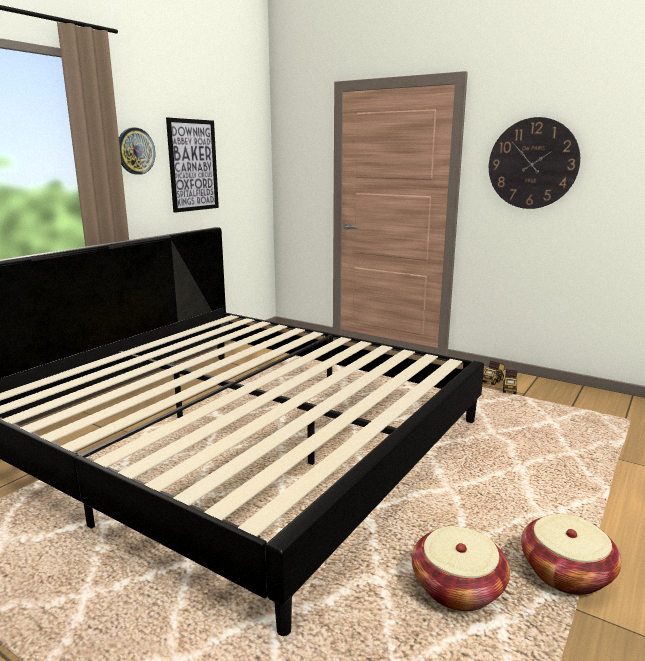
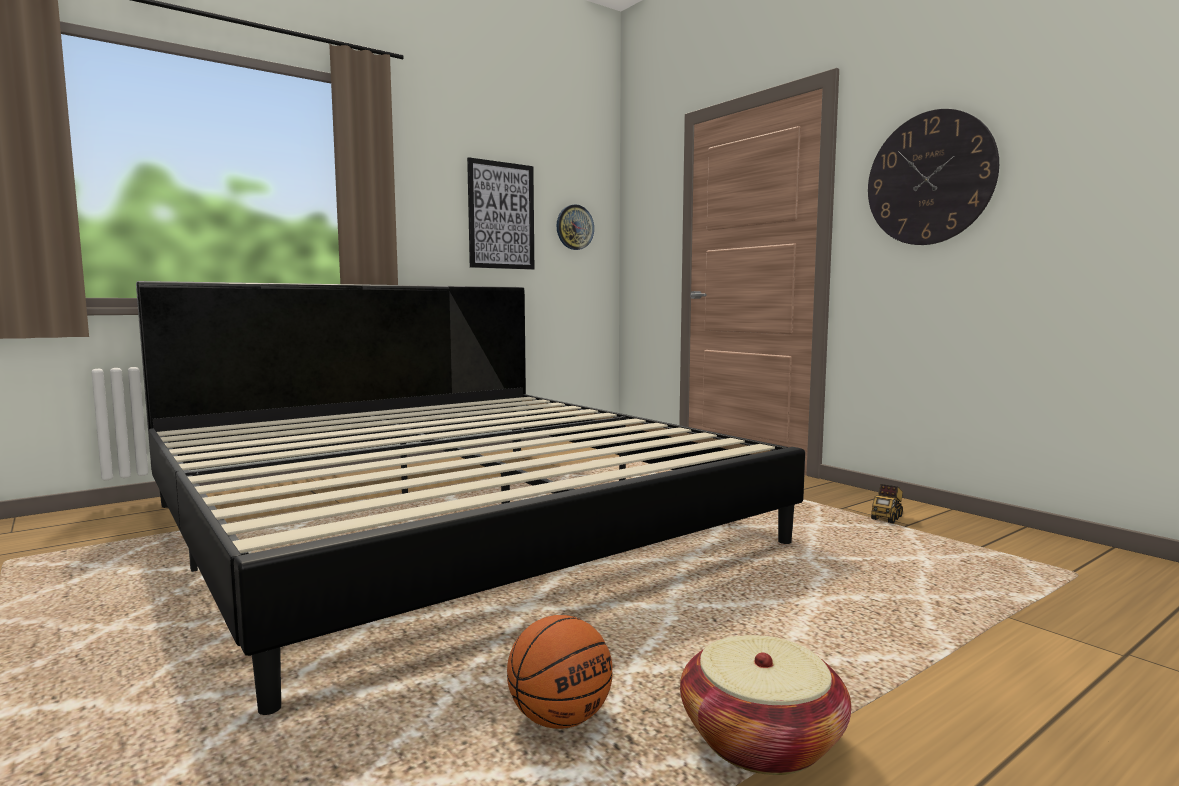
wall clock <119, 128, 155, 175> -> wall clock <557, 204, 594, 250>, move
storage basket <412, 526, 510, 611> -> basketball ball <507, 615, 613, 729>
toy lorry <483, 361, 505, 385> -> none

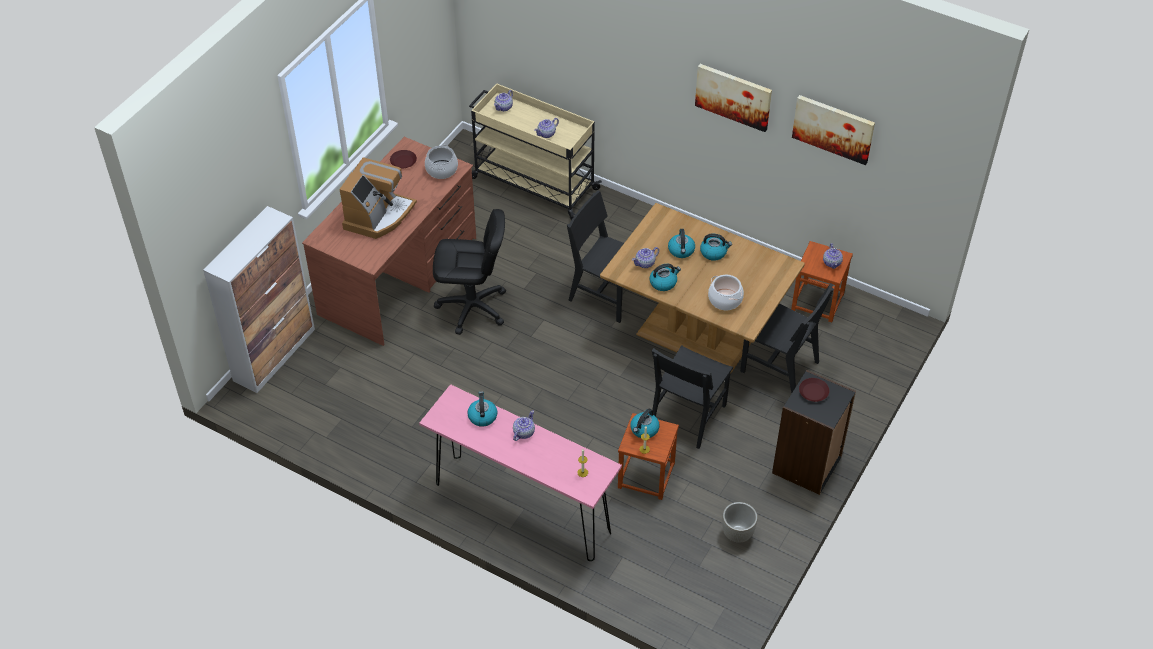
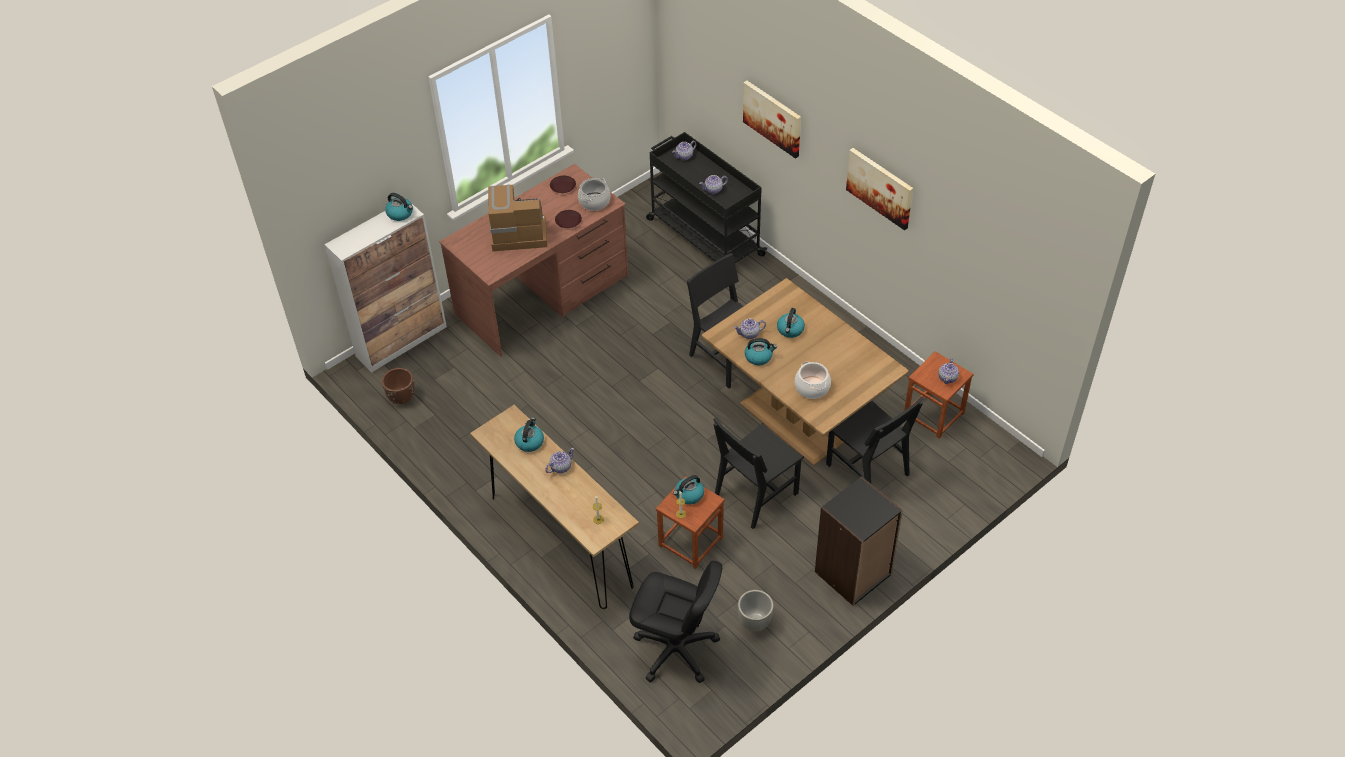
coffee maker <339, 157, 417, 239> -> coffee maker <488, 184, 547, 251>, 135 degrees counterclockwise
pink narrow table <419, 384, 622, 561> -> brown narrow table <470, 405, 639, 609>
black office chair <433, 209, 506, 335> -> black office chair <629, 561, 722, 683>, move
beige-coloured wheeled cart <469, 83, 602, 220> -> black wheeled cart <646, 132, 767, 263>
kettle <700, 234, 732, 261> -> kettle <385, 193, 413, 221>, move
picture <792, 95, 875, 165> -> picture <743, 81, 801, 159>, move
brown dinner plate <799, 378, 829, 402> -> brown dinner plate <555, 210, 582, 228>, move
none -> brown plant pot <382, 368, 415, 404>

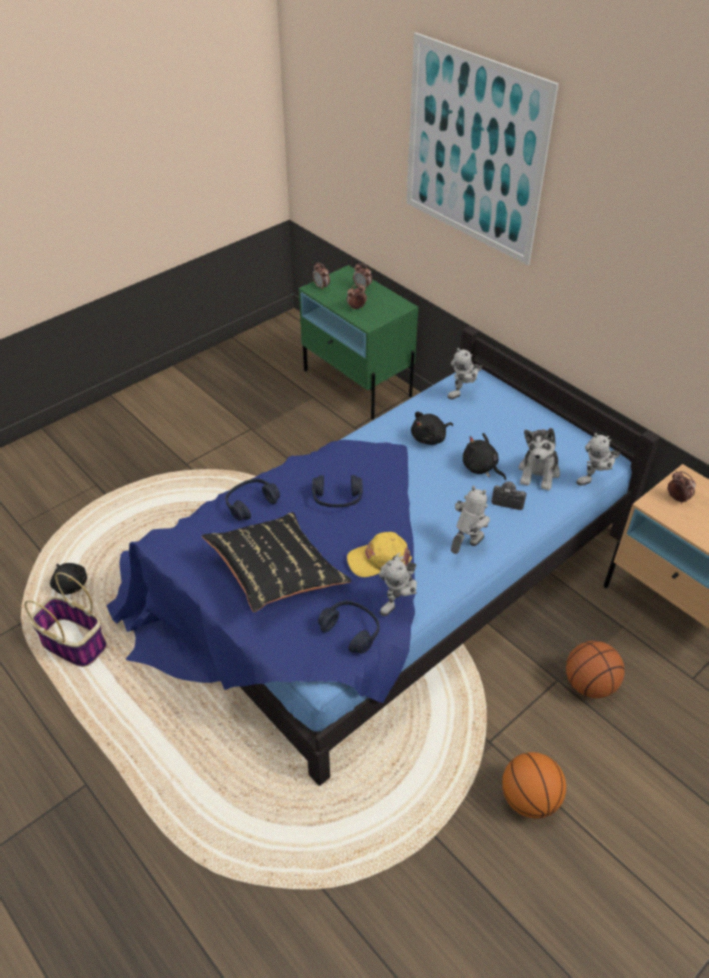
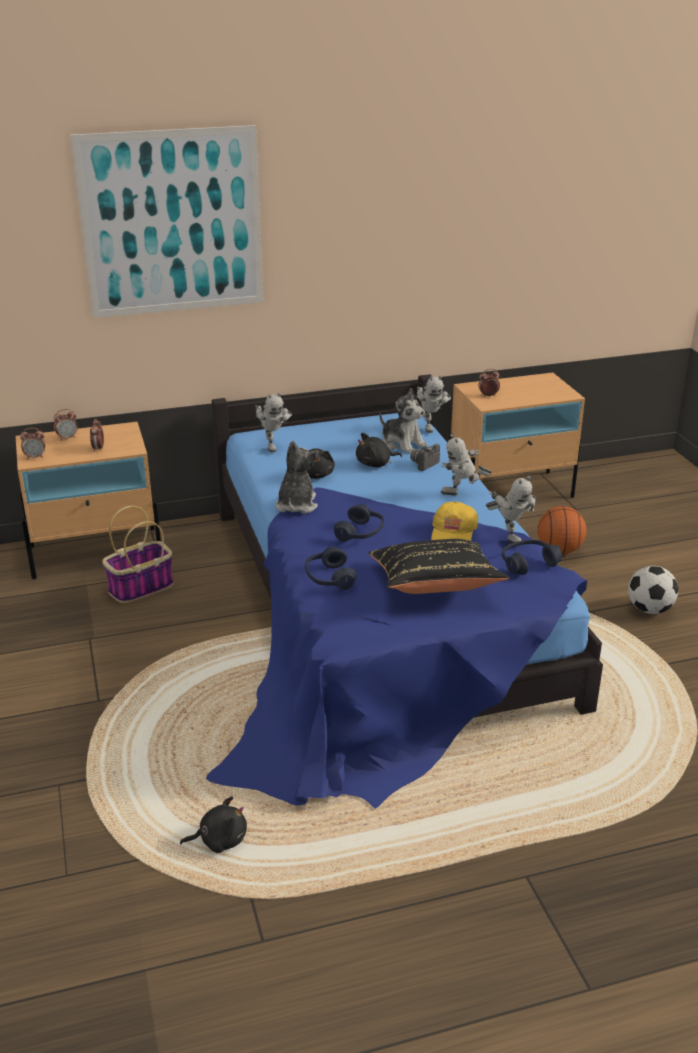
storage basket <24, 572, 107, 667> -> storage basket <102, 506, 174, 603>, move
green-coloured night table <299, 265, 418, 419> -> beige-coloured night table <16, 422, 161, 579>
toy robot <451, 486, 490, 554> -> toy robot <441, 434, 492, 495>, 75 degrees counterclockwise
basketball ball <502, 752, 566, 819> -> ball for football <628, 566, 678, 614>
none -> cuddly toy <275, 441, 319, 514>

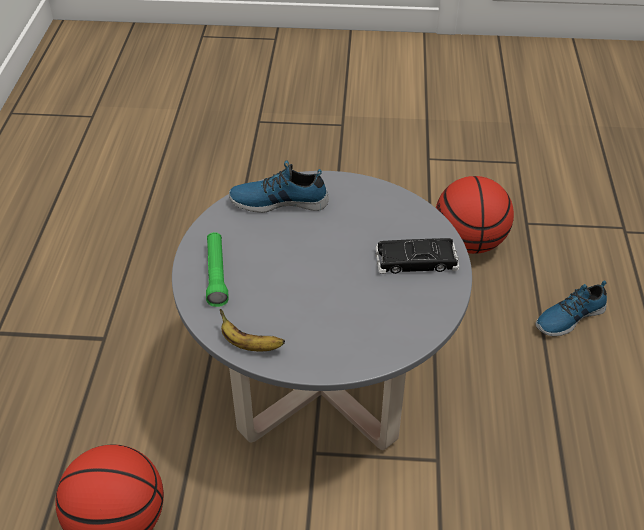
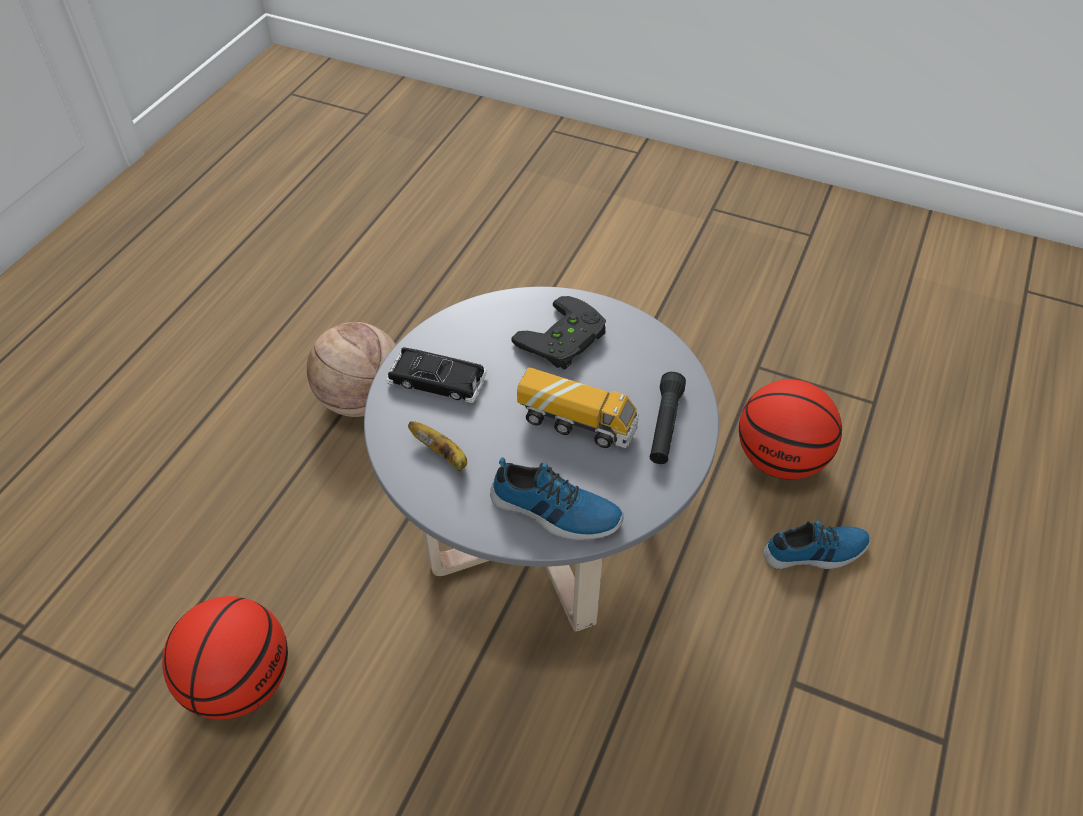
green-coloured flashlight <206, 232, 229, 307> -> black flashlight <650, 372, 686, 464>
banana fruit <220, 309, 285, 352> -> banana fruit <408, 421, 467, 471>, move
low shoe <536, 280, 607, 336> -> low shoe <763, 520, 870, 569>, move
none -> basketball ball <307, 322, 396, 417>
none -> black gamepad <511, 296, 606, 370>
none -> toy lorry <517, 368, 639, 448>

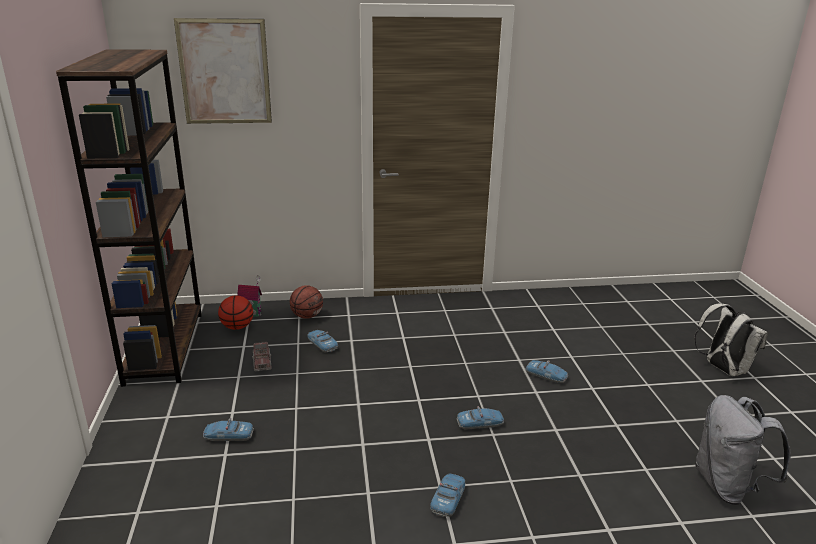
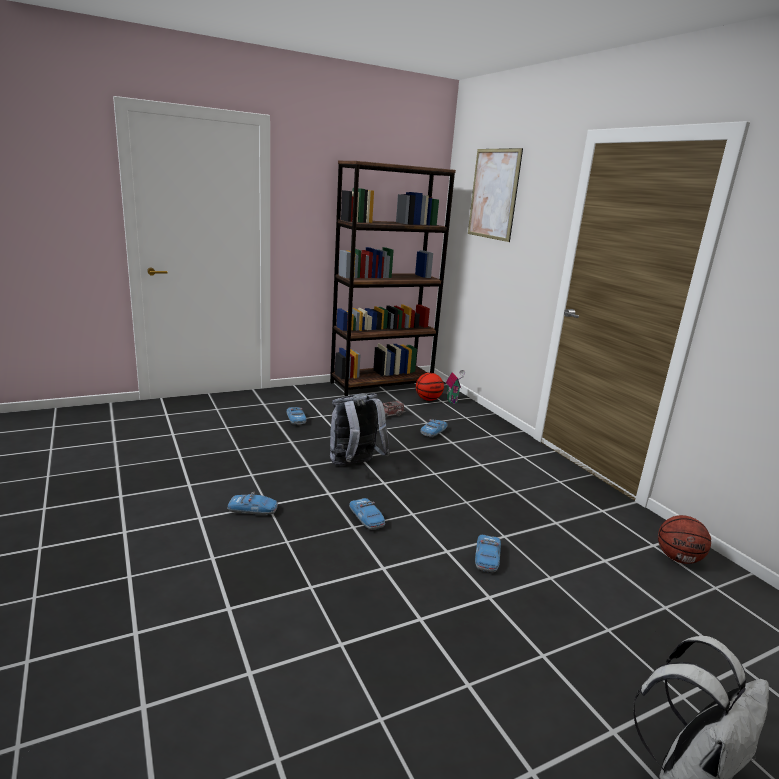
basketball ball <290, 285, 323, 319> -> basketball ball <658, 515, 711, 564>, move
gray knapsack <695, 395, 791, 505> -> gray knapsack <330, 393, 390, 465>, move

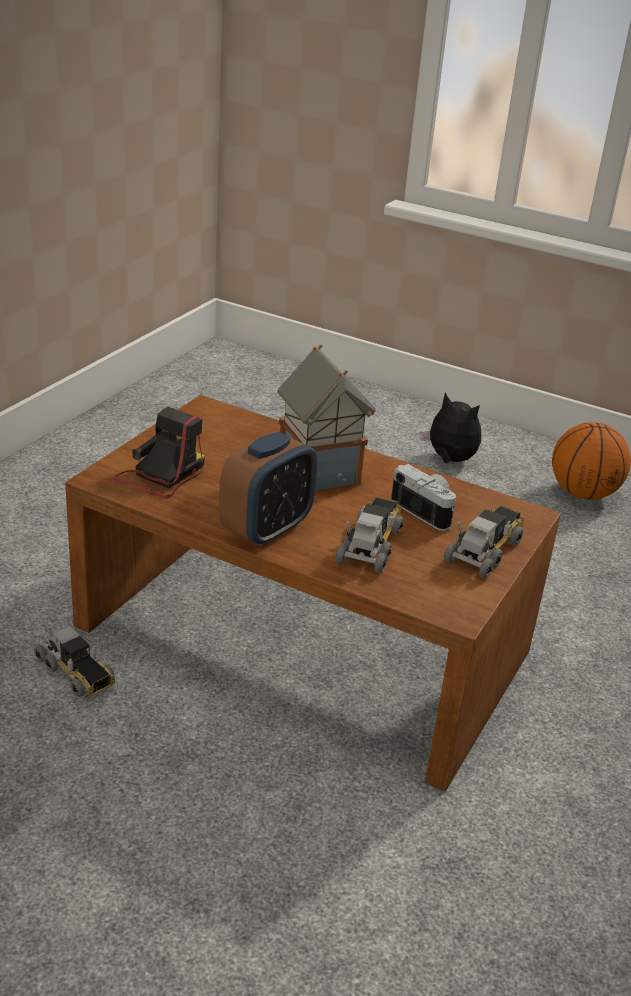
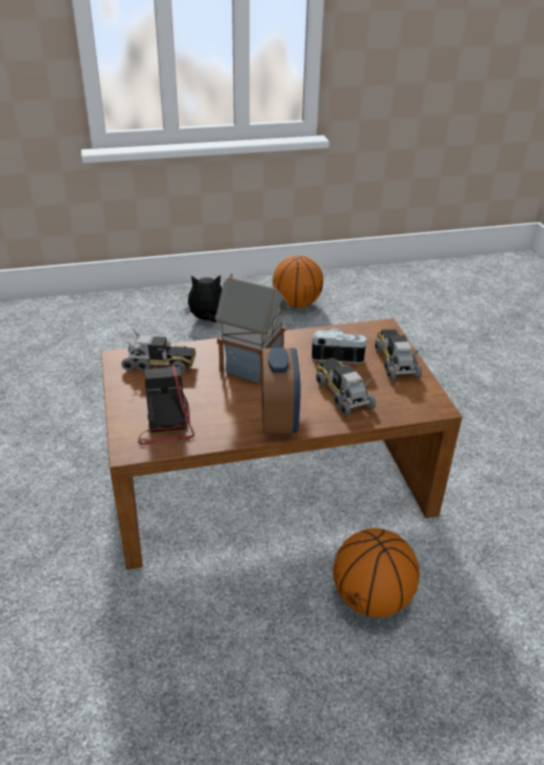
toy lorry <34, 614, 115, 697> -> toy lorry <121, 329, 196, 373>, move
none -> basketball ball <333, 528, 420, 617>

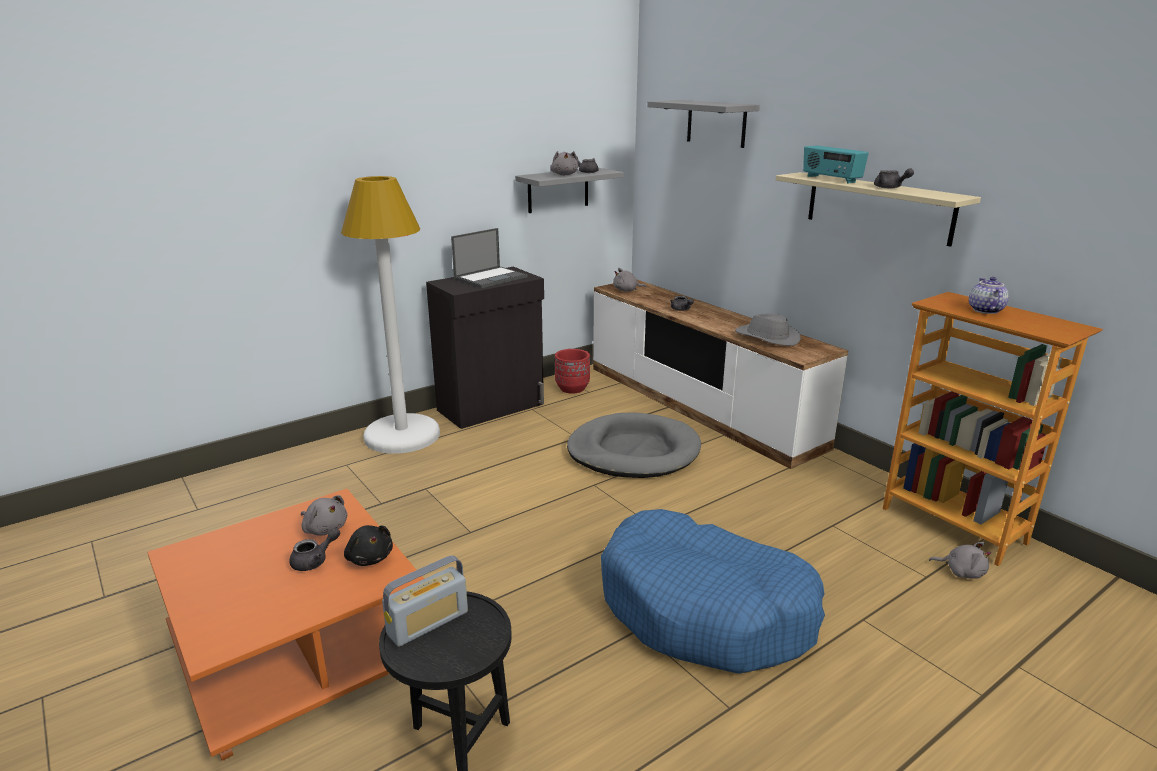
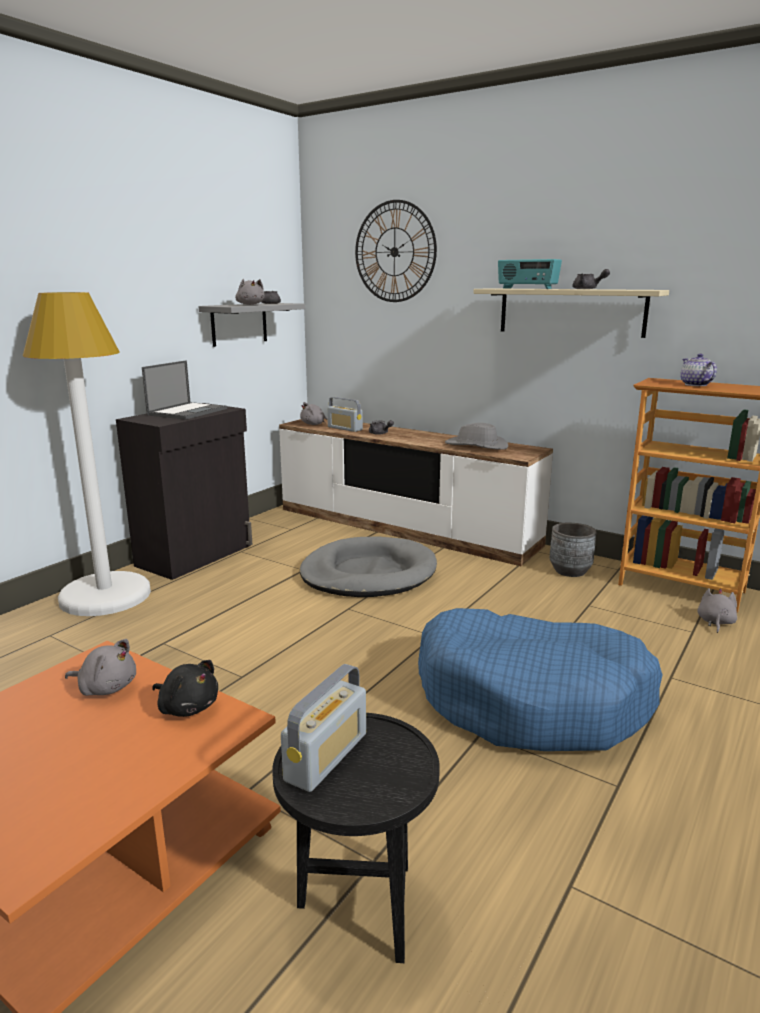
gray pot for tea <289, 528, 340, 571> -> none
red-coloured plant pot <555, 349, 590, 394> -> none
gray wall shelf <647, 100, 760, 148> -> wall clock <355, 200, 437, 302>
gray cuddly toy <929, 542, 991, 579> -> gray cuddly toy <697, 588, 737, 633>, 75 degrees counterclockwise
none -> radio set <327, 397, 363, 432>
none -> gray plant pot <550, 523, 596, 577>

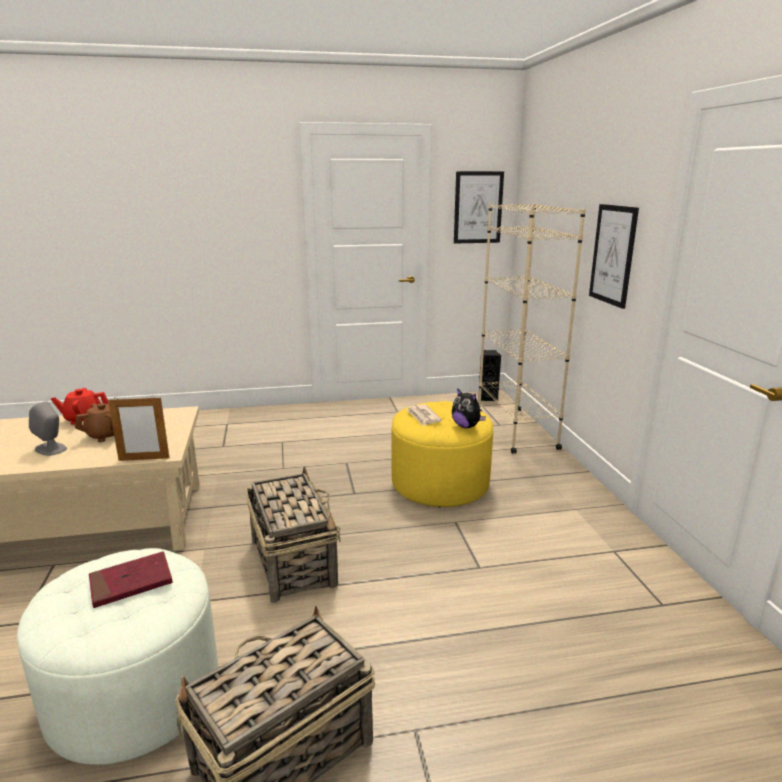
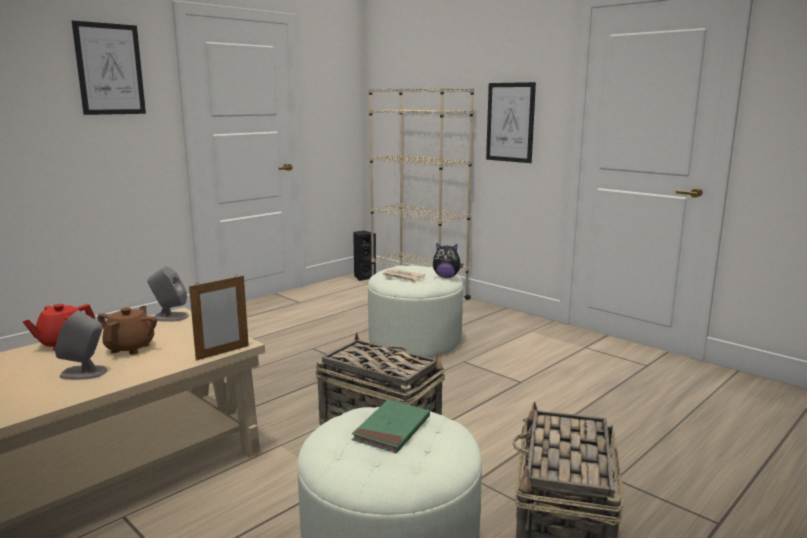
red-coloured bound book <89, 551, 173, 608> -> green-coloured bound book <352, 399, 430, 453>
yellowish ottoman <391, 401, 493, 507> -> whitish ottoman <368, 266, 463, 357>
picture <454, 171, 504, 244> -> picture <72, 21, 146, 115>, move
none -> gray loudspeaker <148, 266, 189, 322>

